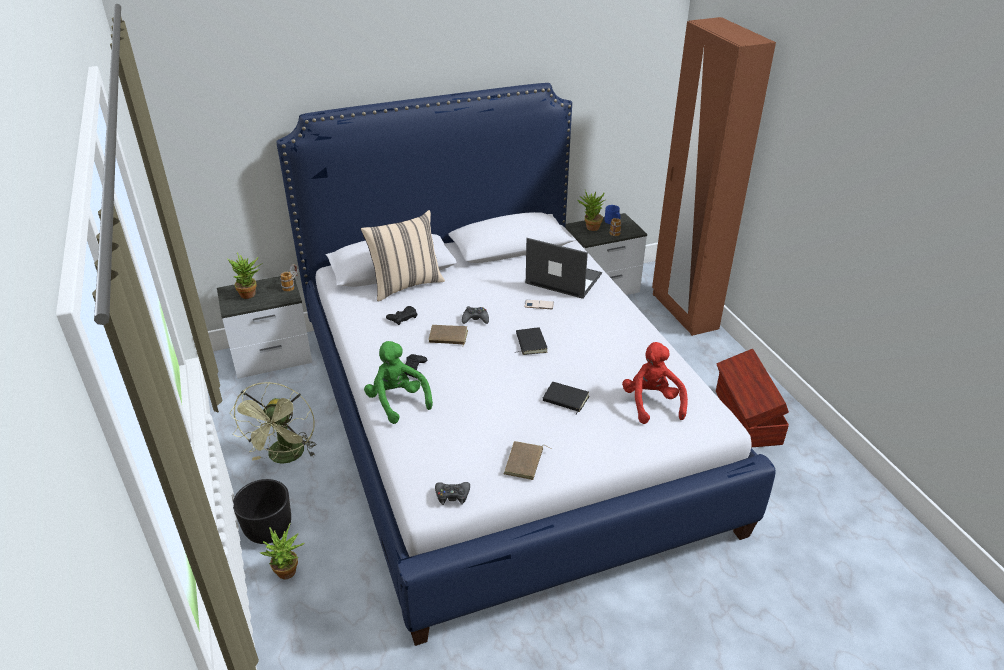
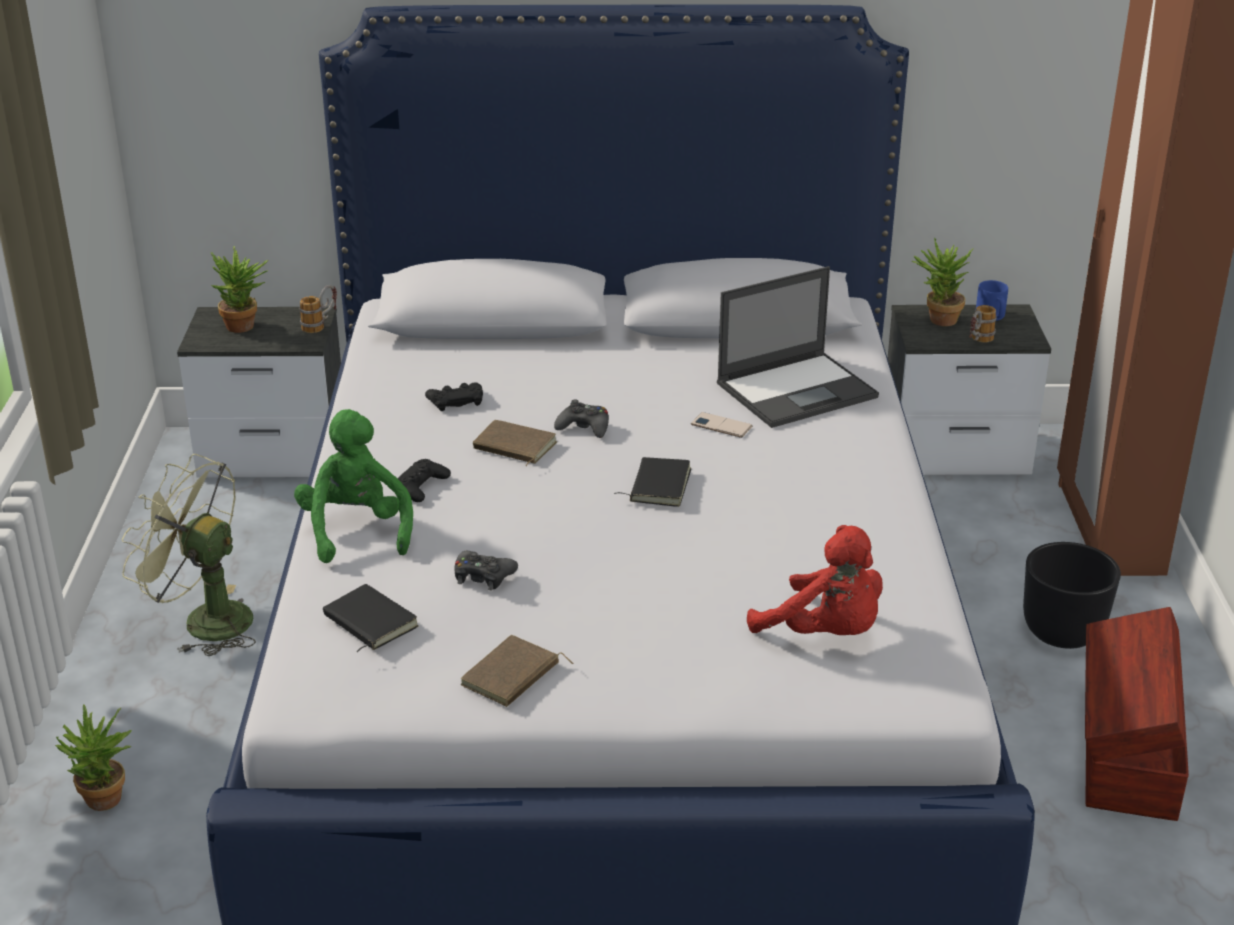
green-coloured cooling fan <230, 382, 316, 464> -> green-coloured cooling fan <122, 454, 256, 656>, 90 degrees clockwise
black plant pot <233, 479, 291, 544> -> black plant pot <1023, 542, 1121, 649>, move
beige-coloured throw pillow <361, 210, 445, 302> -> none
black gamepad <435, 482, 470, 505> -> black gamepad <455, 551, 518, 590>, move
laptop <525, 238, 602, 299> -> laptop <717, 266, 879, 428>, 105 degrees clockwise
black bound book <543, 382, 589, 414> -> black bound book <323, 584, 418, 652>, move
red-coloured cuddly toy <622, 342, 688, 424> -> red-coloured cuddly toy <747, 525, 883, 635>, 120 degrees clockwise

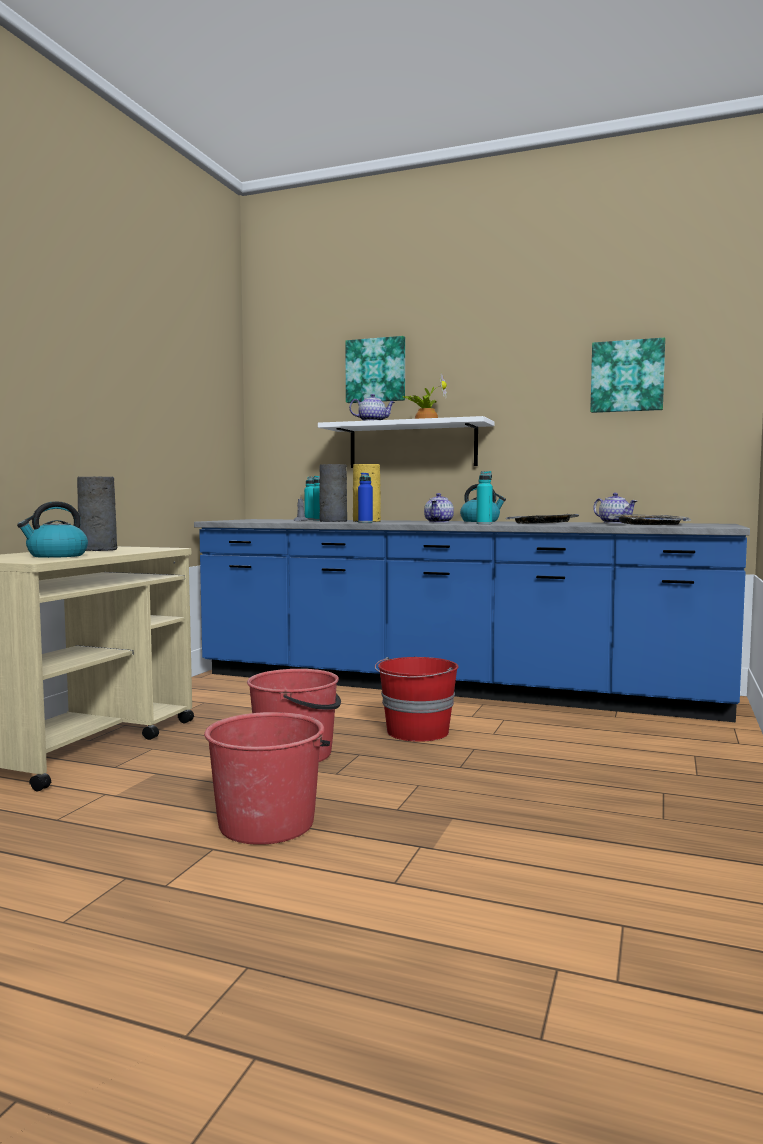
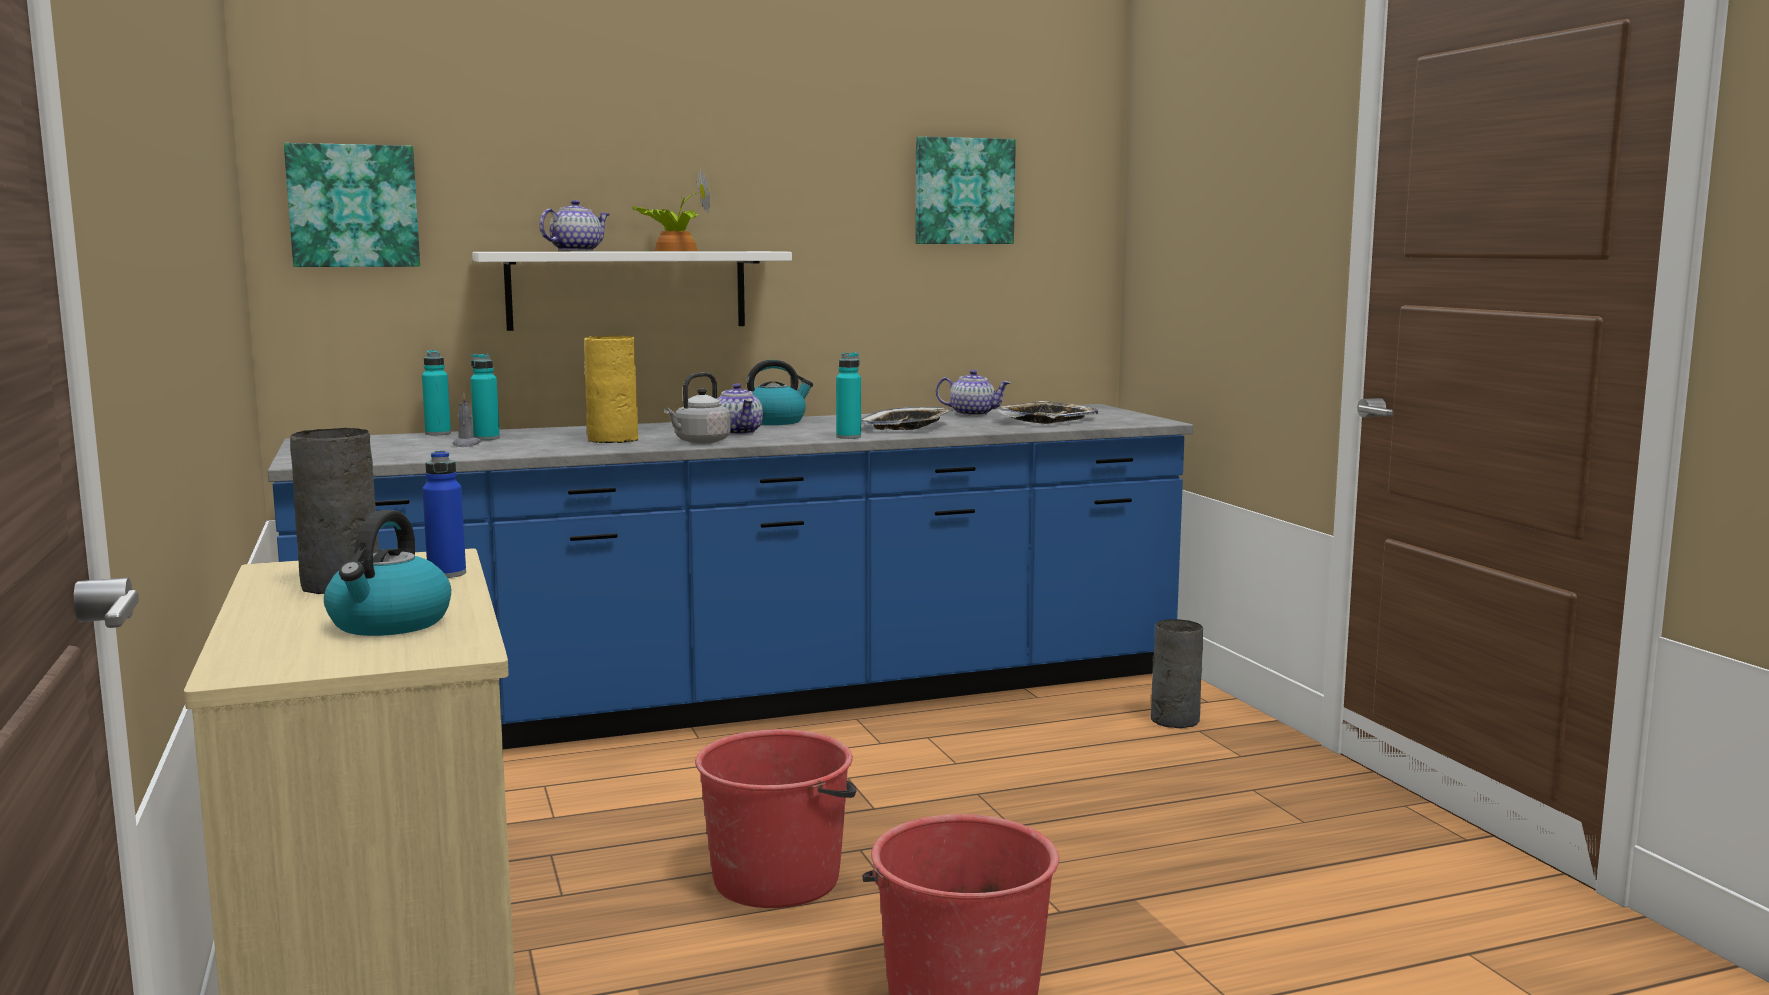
gray flower vase <319, 464, 347, 522> -> gray flower vase <1151, 619, 1203, 728>, move
picture <345, 336, 405, 403> -> picture <284, 143, 420, 267>, move
blue-coloured drink bottle <358, 473, 373, 523> -> blue-coloured drink bottle <422, 451, 466, 578>, move
red-coloured water bucket <375, 657, 458, 742> -> none
none -> gray kettle <664, 372, 731, 444>

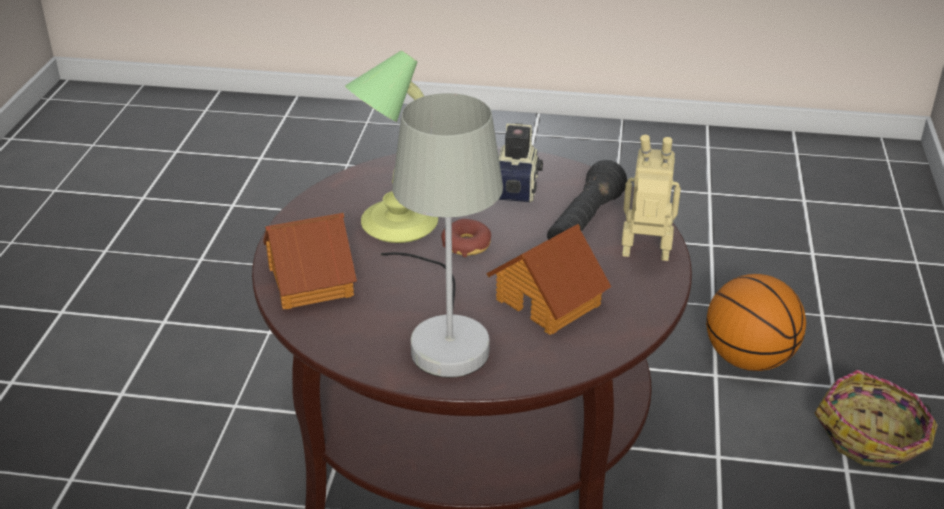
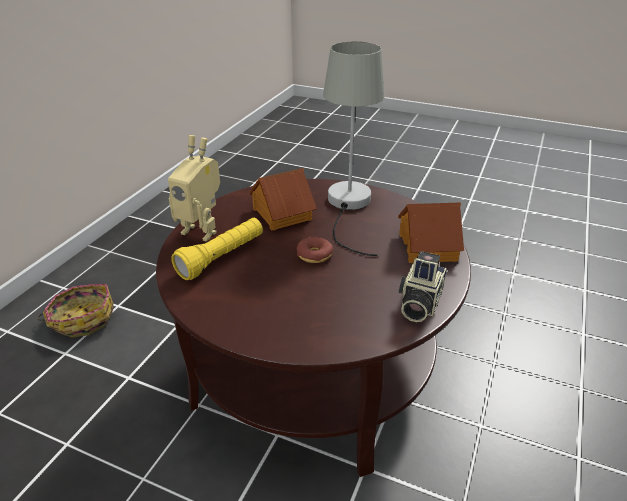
table lamp <345, 50, 438, 243> -> none
still camera <499, 123, 543, 202> -> still camera <398, 251, 447, 322>, move
black flashlight <547, 160, 627, 240> -> yellowish flashlight <171, 218, 263, 280>
basketball ball <706, 274, 806, 371> -> none

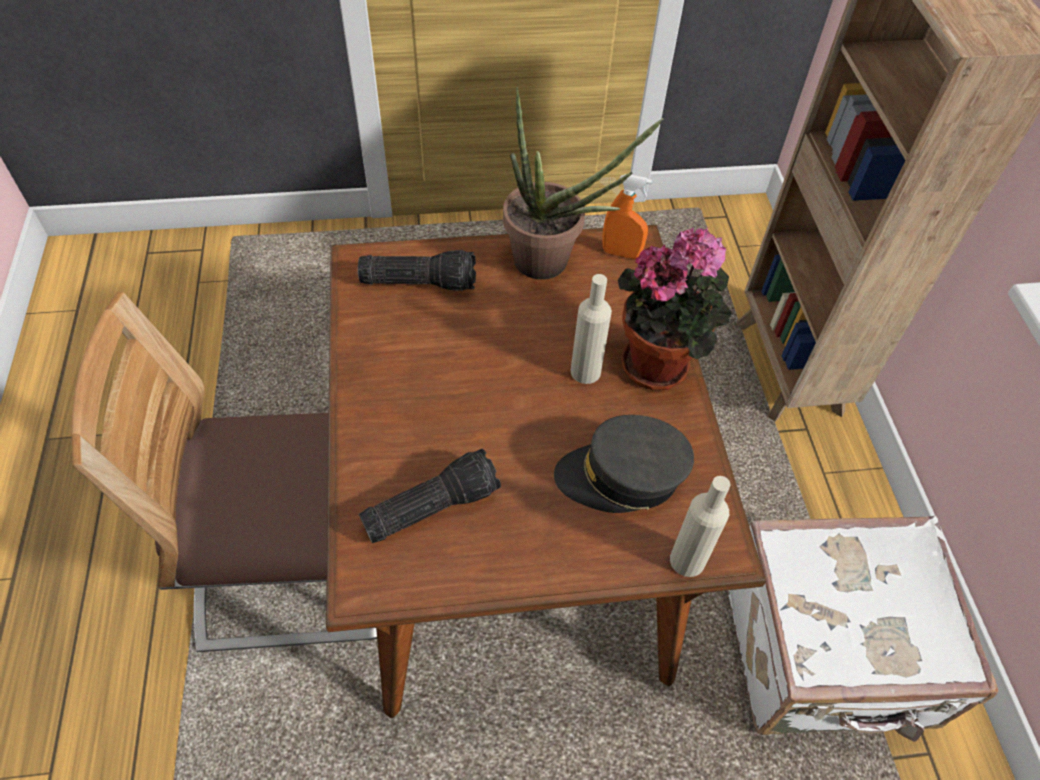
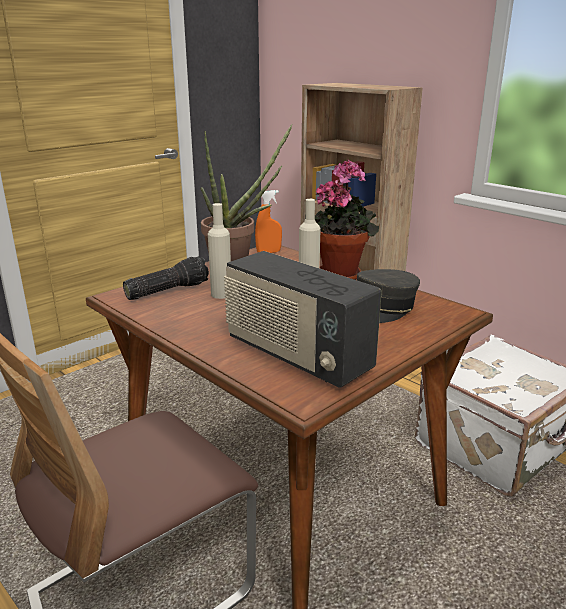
flashlight <359, 449, 501, 543> -> radio set <224, 251, 382, 388>
beige-coloured drink bottle <670, 476, 730, 577> -> beige-coloured drink bottle <208, 203, 231, 299>, move

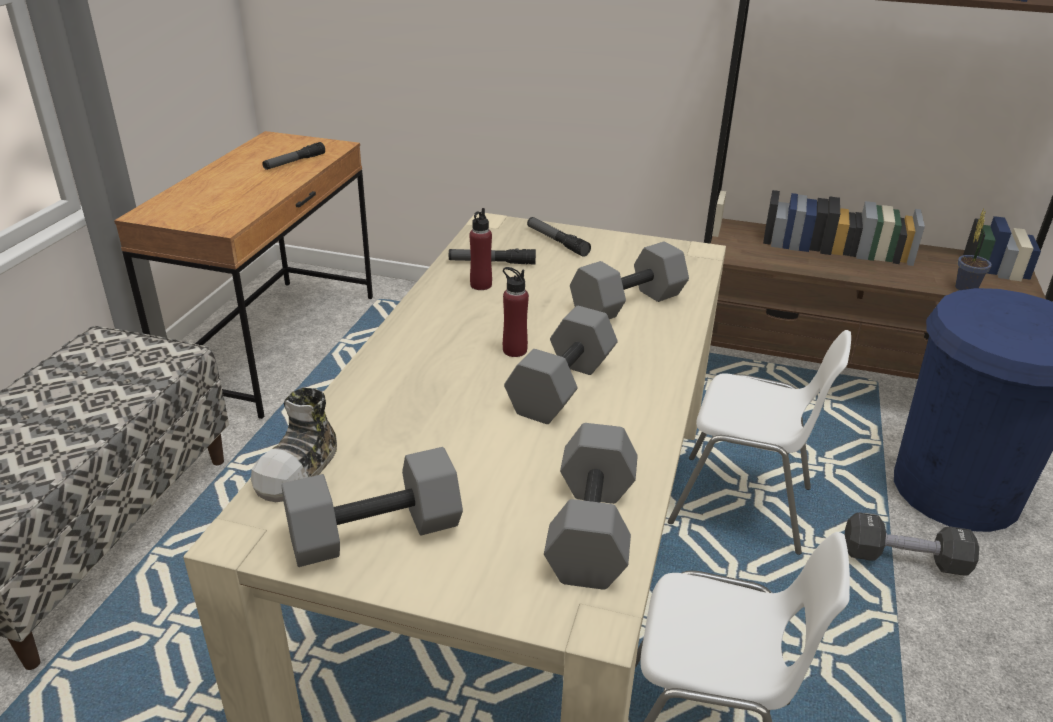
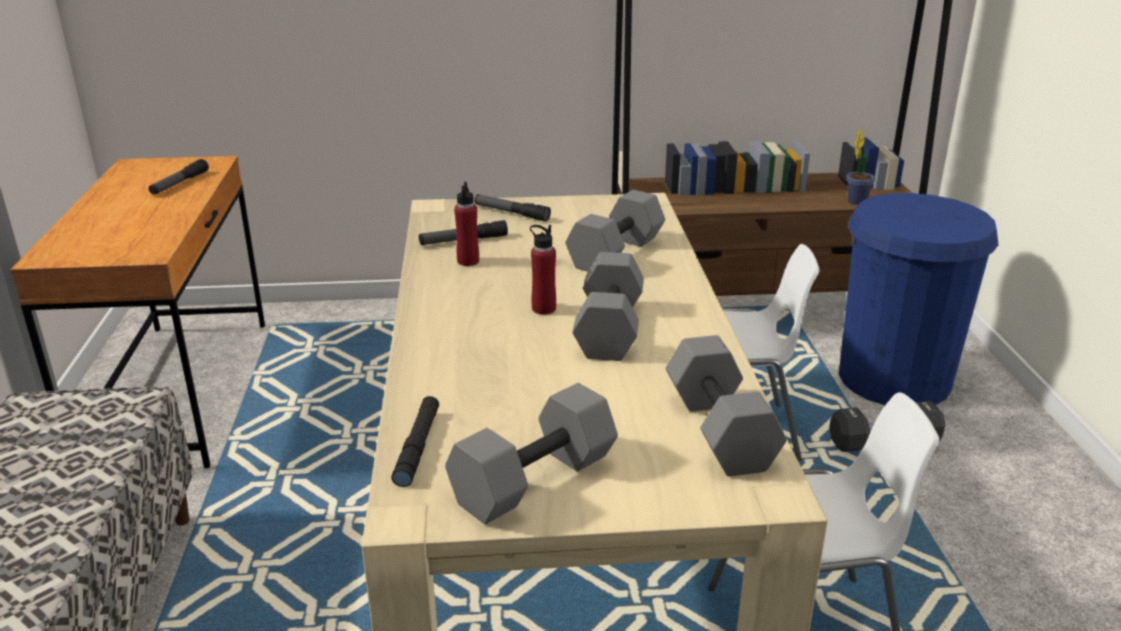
low shoe <251, 388, 337, 502> -> black flashlight <391, 396, 439, 487>

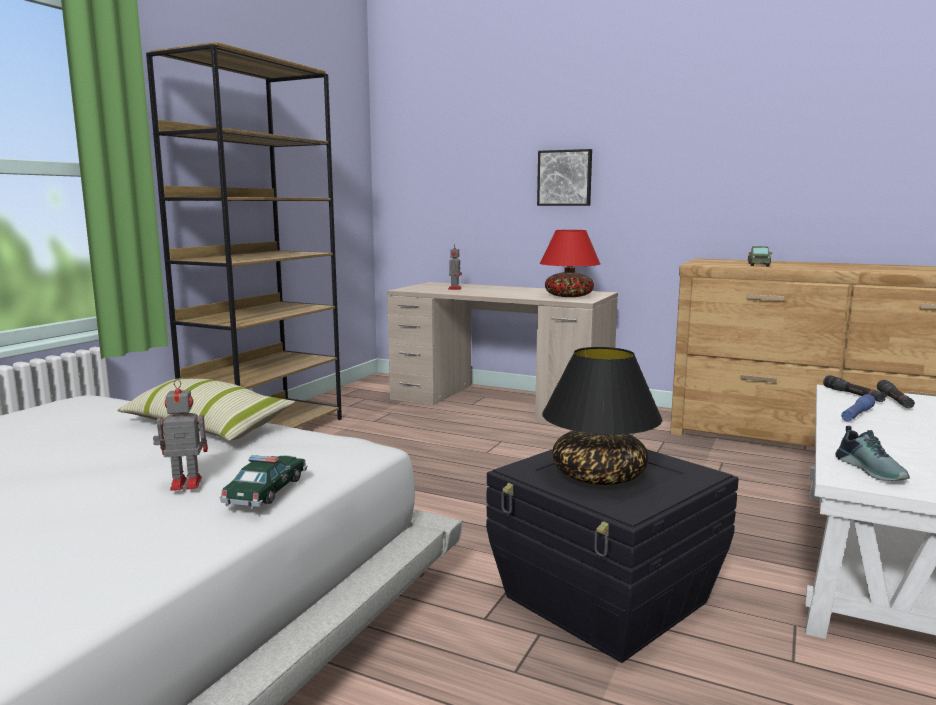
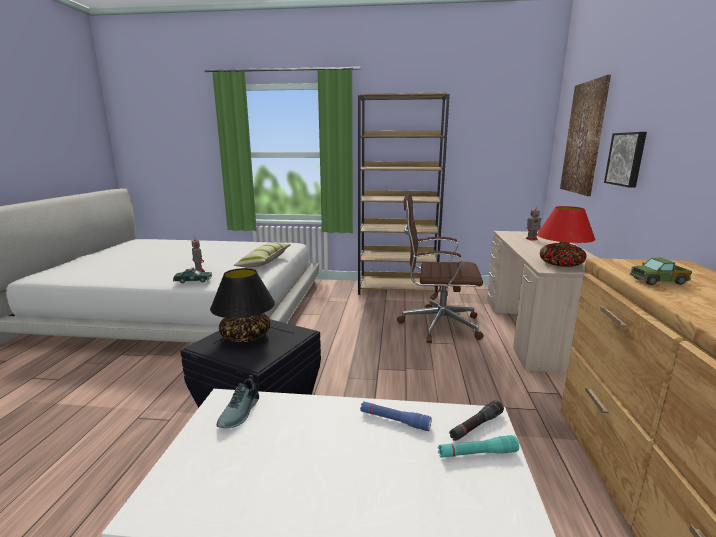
low shoe <835, 426, 910, 481> -> low shoe <216, 375, 259, 428>, 45 degrees counterclockwise
black flashlight <877, 380, 915, 408> -> blue-green flashlight <438, 435, 519, 458>
none -> brown office chair <397, 193, 483, 343>
none -> picture <560, 75, 611, 196>

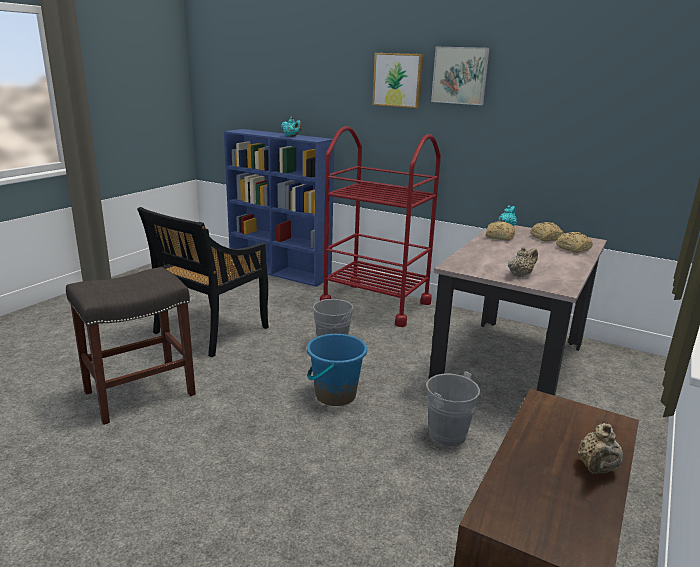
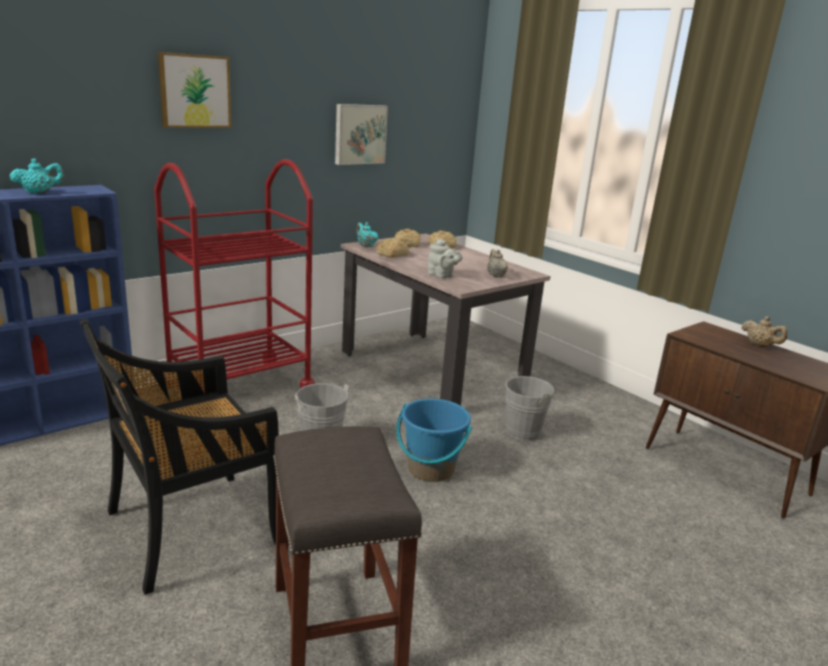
black chair <137, 207, 269, 357> -> black chair <80, 319, 279, 595>, 90 degrees clockwise
picture <431, 47, 490, 105> -> picture <335, 104, 388, 165>, move
none -> gray pot for tea <428, 238, 462, 278>

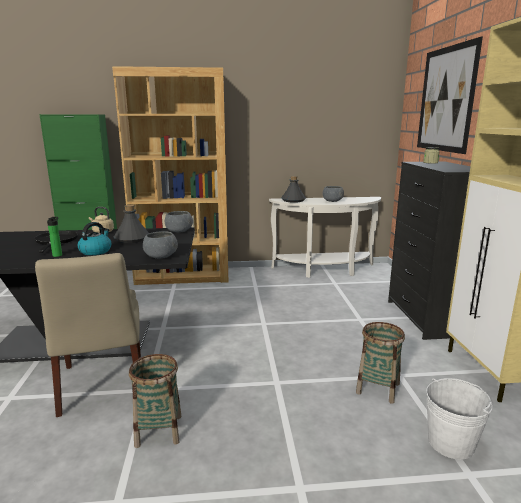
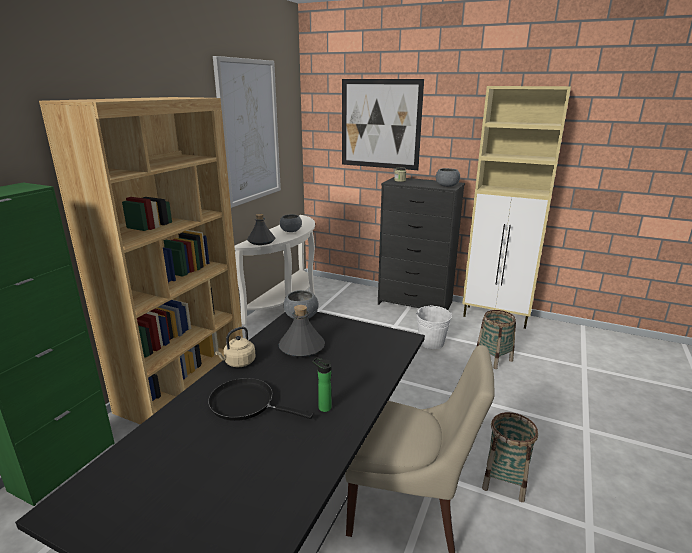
kettle <78, 222, 111, 255> -> none
gray deep dish <143, 231, 178, 259> -> gray deep dish <436, 168, 460, 187>, move
whitish water bucket <426, 378, 493, 460> -> whitish water bucket <416, 305, 452, 349>, move
none -> picture <213, 56, 281, 208>

